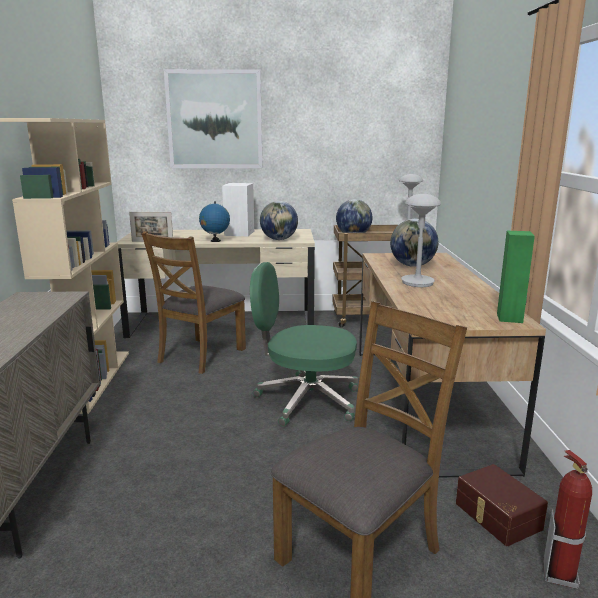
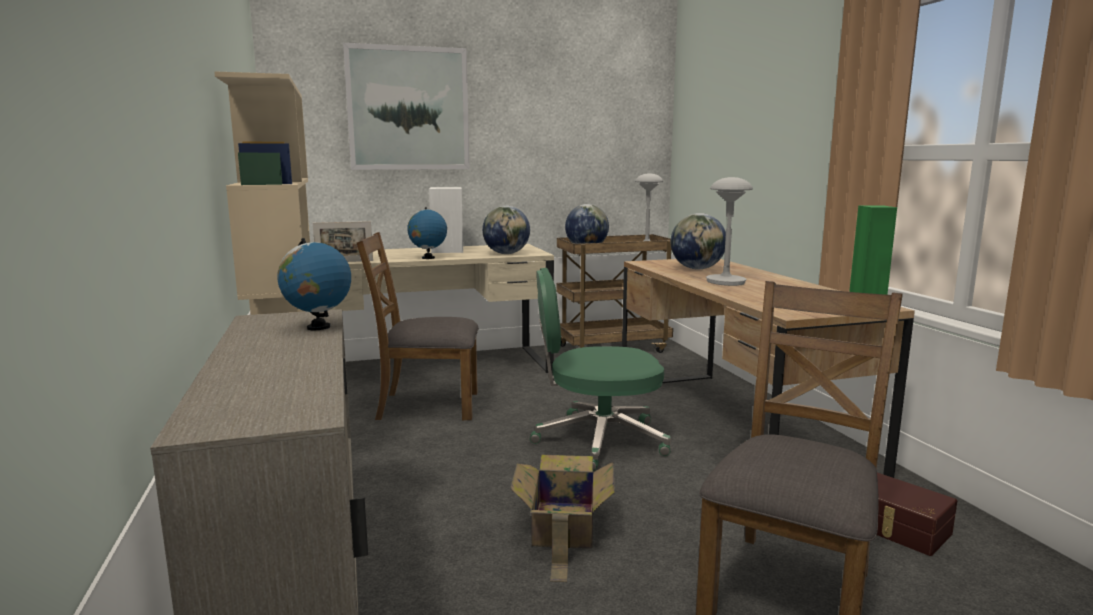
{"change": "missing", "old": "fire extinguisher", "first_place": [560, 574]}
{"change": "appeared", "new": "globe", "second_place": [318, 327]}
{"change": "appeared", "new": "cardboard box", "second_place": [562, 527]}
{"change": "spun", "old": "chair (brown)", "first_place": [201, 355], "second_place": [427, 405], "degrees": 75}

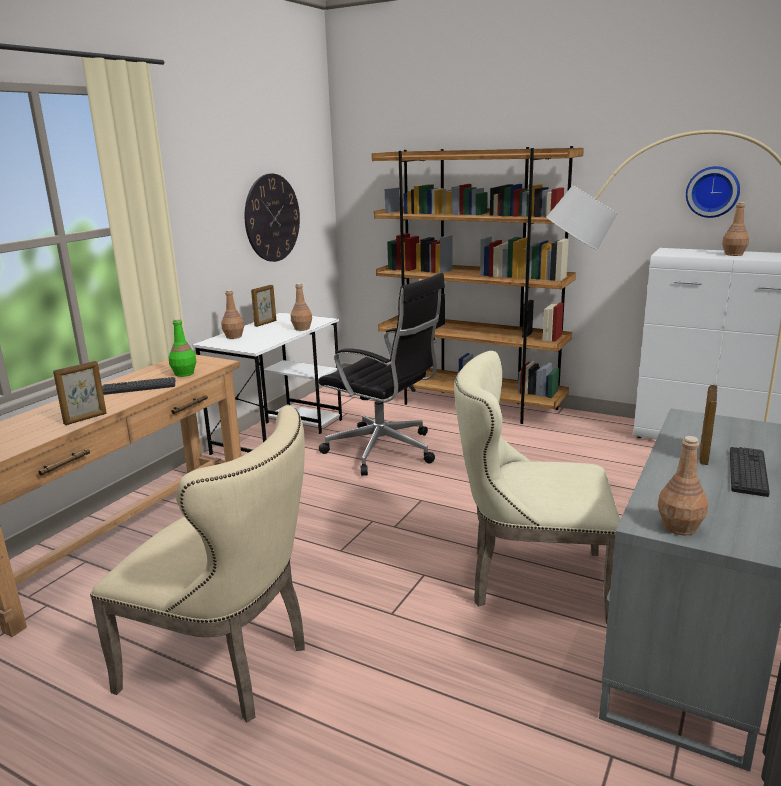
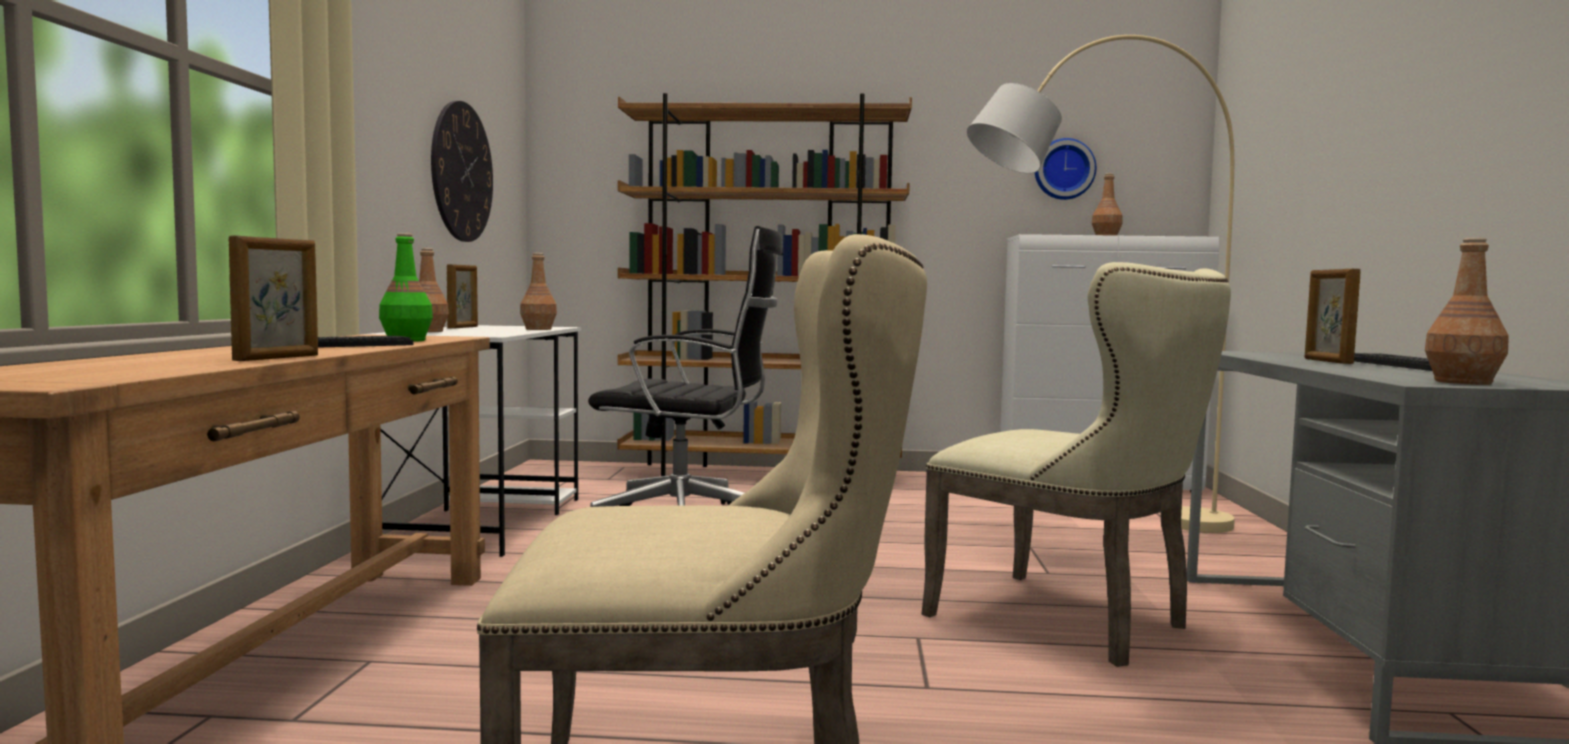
{"change": "spun", "old": "chair (beige)", "first_place": [529, 581], "second_place": [1074, 622], "degrees": -120}

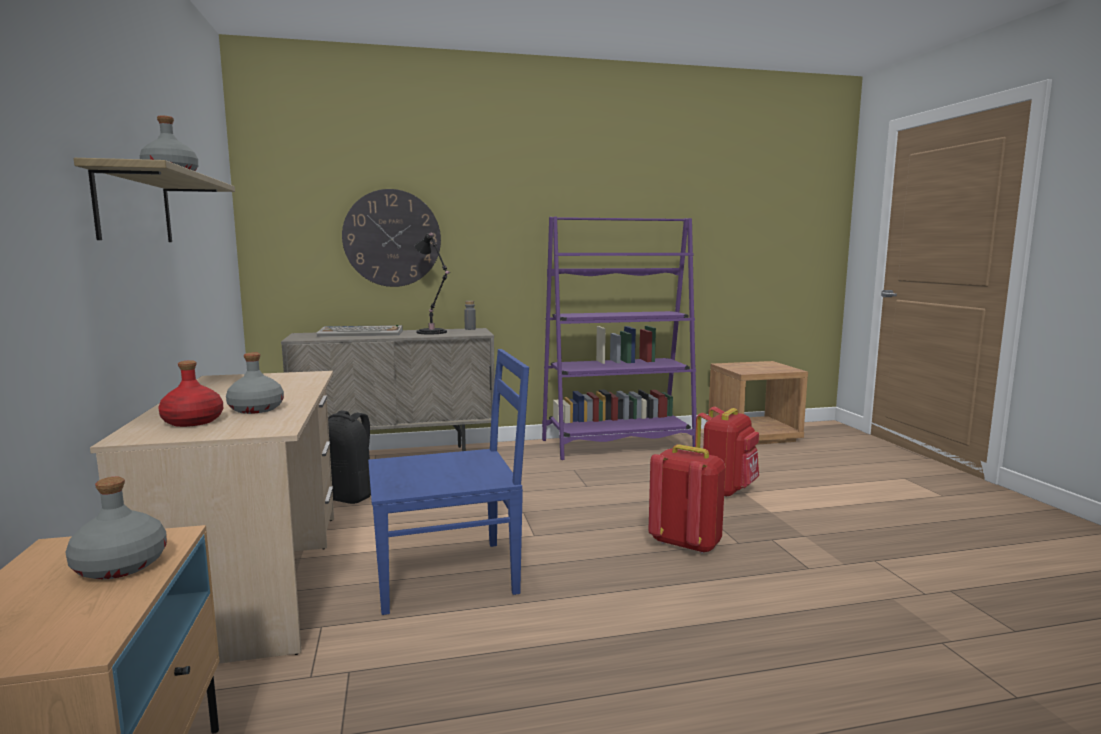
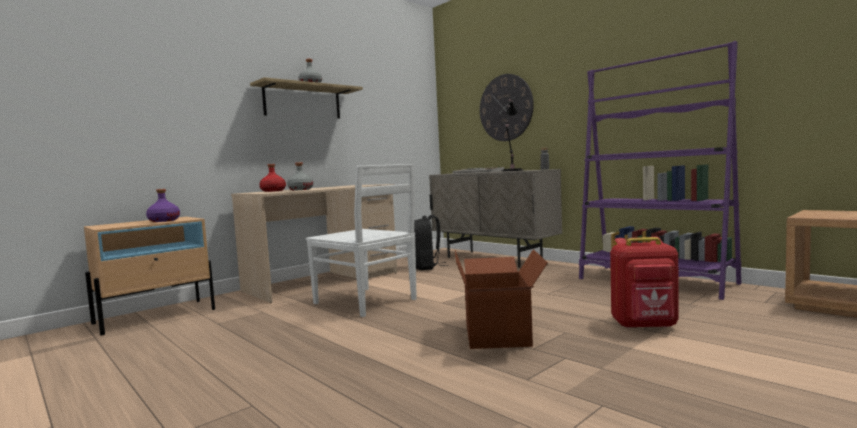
{"change": "exchanged", "old": "backpack (red)", "new": "cardboard box", "first_place": [685, 543], "second_place": [498, 334]}
{"change": "colour", "old": "bottle (grey)", "new": "bottle (purple)", "first_place": [119, 566], "second_place": [163, 221]}
{"change": "colour", "old": "chair (blue)", "new": "chair (white)", "first_place": [449, 575], "second_place": [366, 302]}

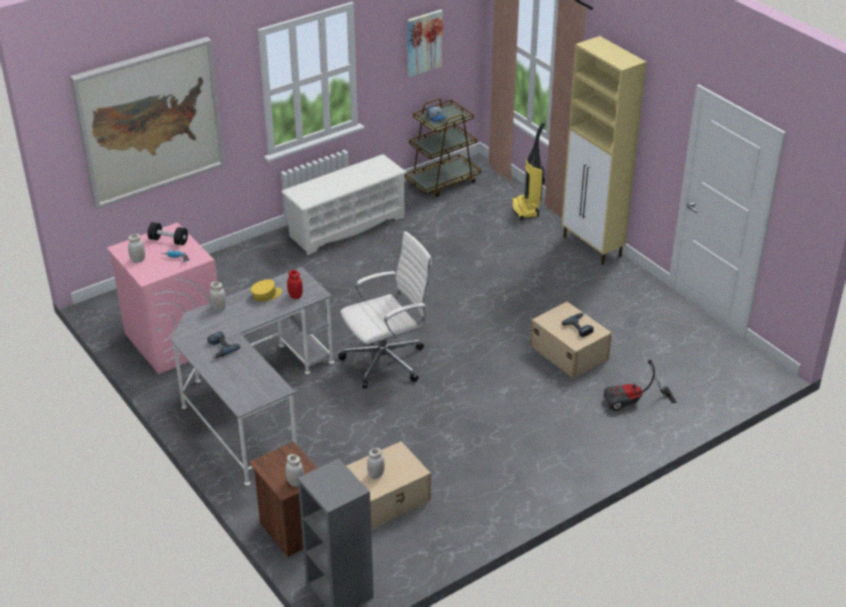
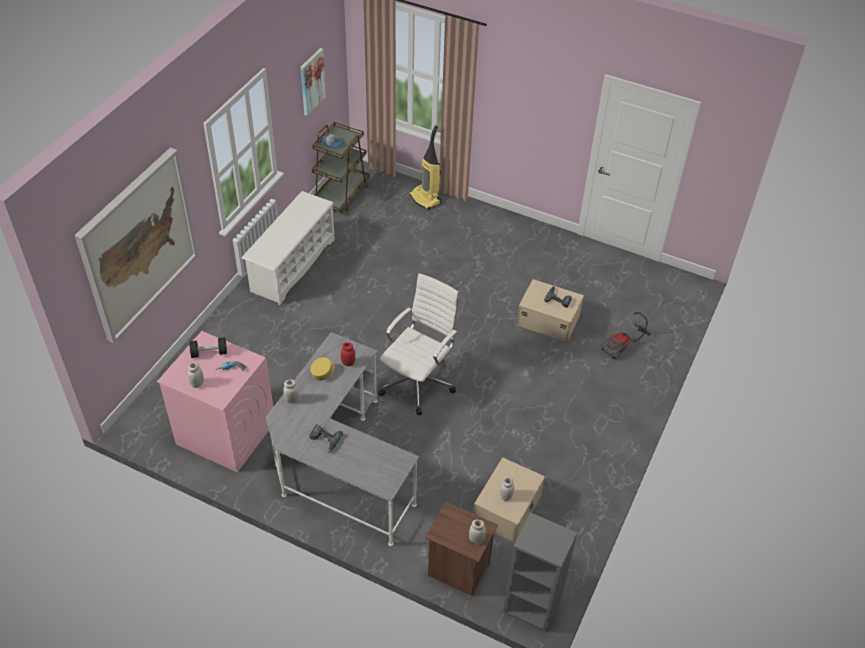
{"change": "missing", "old": "cabinet (beige)", "first_place": [592, 247]}

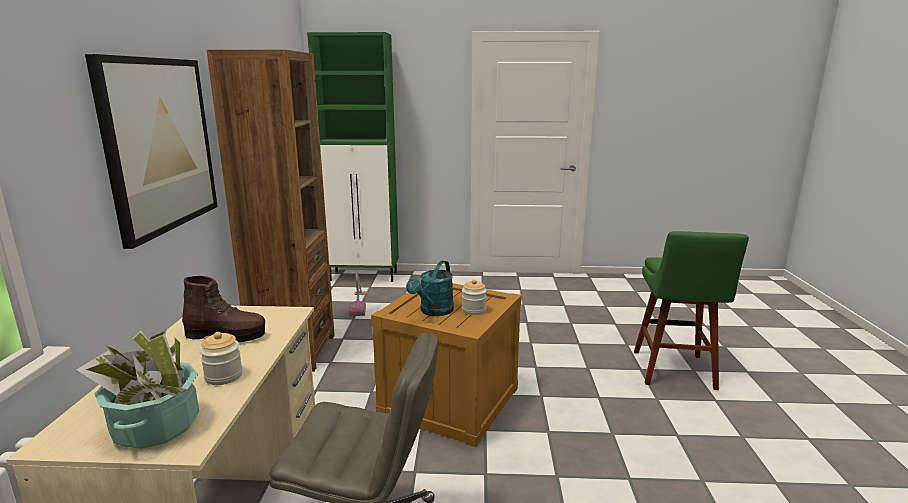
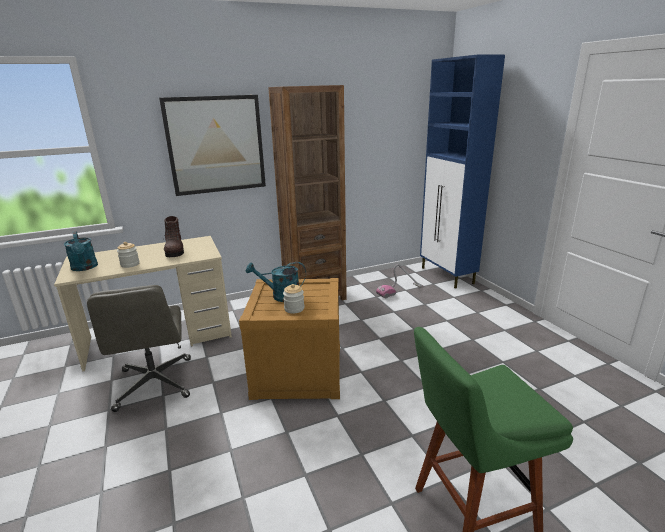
{"change": "exchanged", "old": "potted plant", "new": "watering can (turquoise)", "first_place": [156, 426], "second_place": [85, 268]}
{"change": "colour", "old": "cabinet (green)", "new": "cabinet (blue)", "first_place": [364, 276], "second_place": [447, 276]}

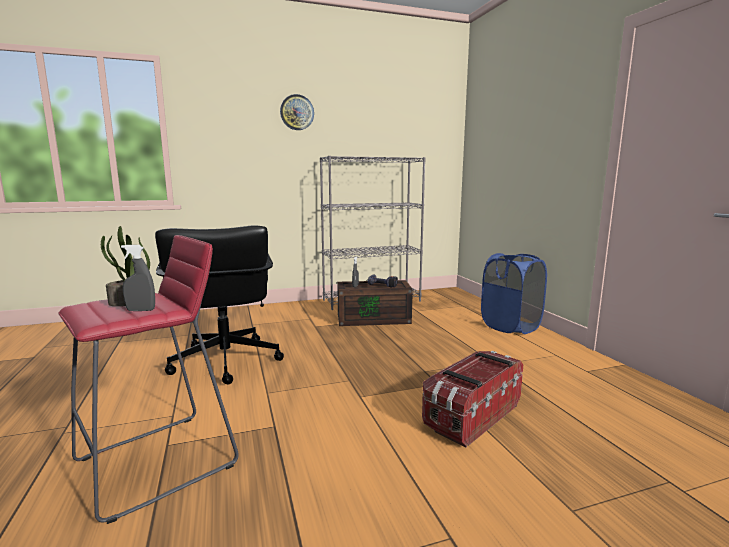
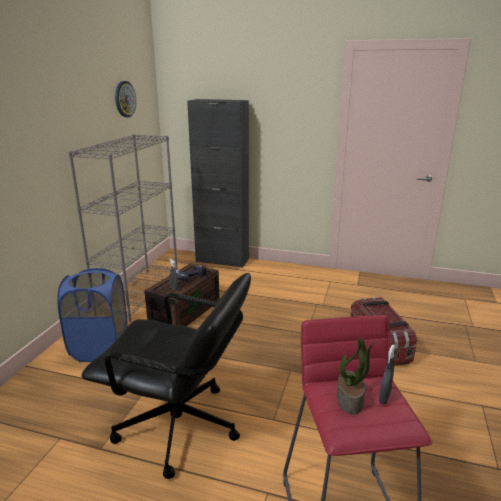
{"change": "appeared", "new": "cabinet (black)", "second_place": [222, 260]}
{"change": "relocated", "old": "wall clock", "first_place": [297, 112], "second_place": [125, 99]}
{"change": "relocated", "old": "laundry basket (blue)", "first_place": [510, 326], "second_place": [100, 348]}

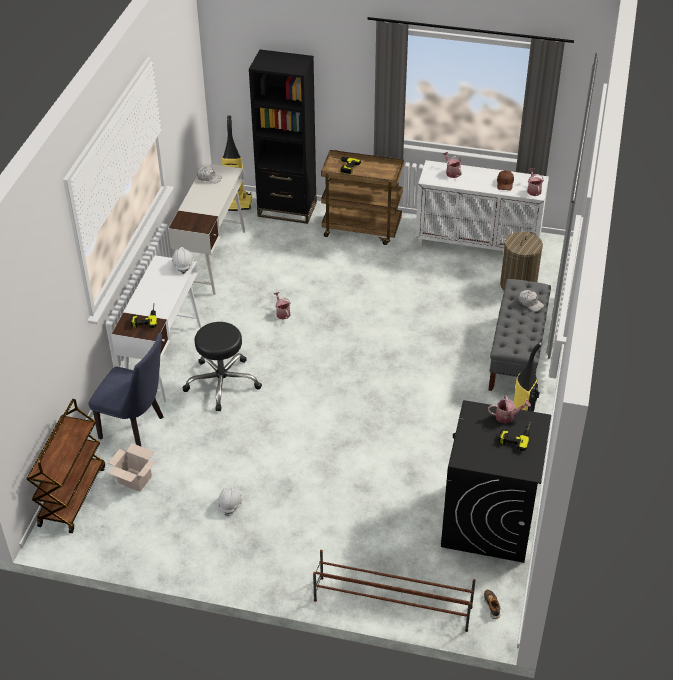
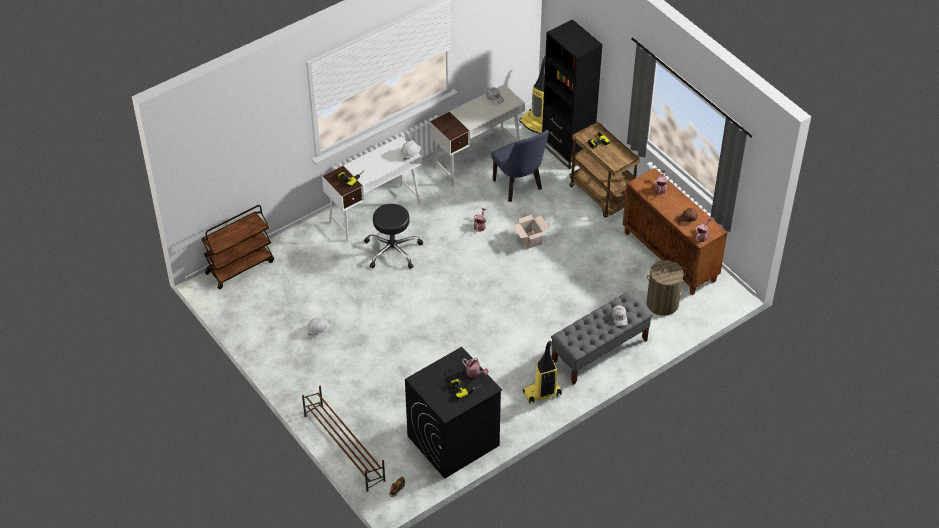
{"change": "relocated", "old": "chair (blue)", "first_place": [136, 429], "second_place": [519, 187]}
{"change": "relocated", "old": "cardboard box", "first_place": [133, 480], "second_place": [529, 239]}
{"change": "colour", "old": "cabinet (white)", "new": "cabinet (brown)", "first_place": [478, 245], "second_place": [670, 257]}

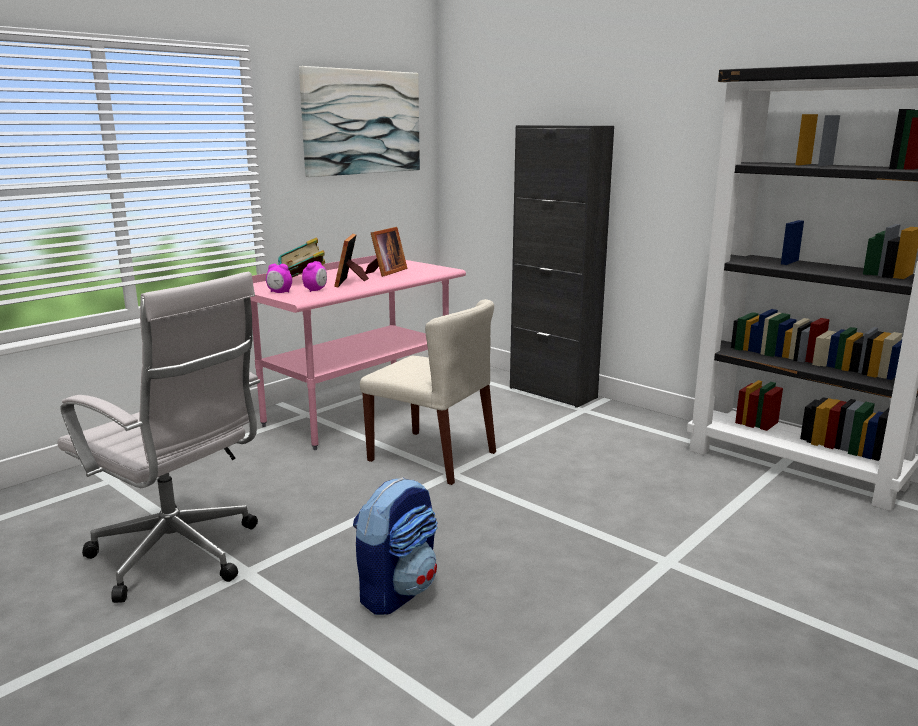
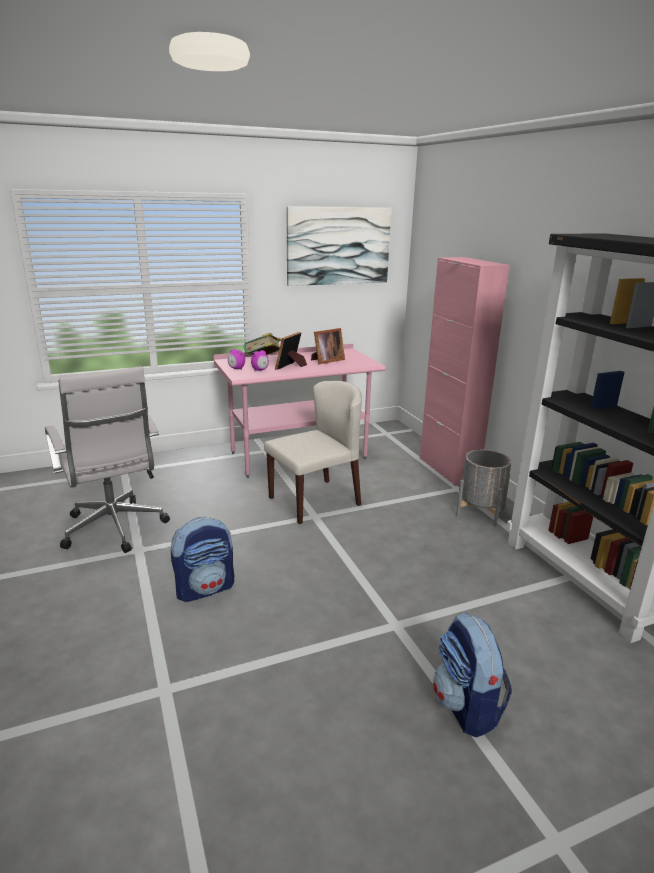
{"change": "appeared", "new": "backpack", "second_place": [467, 707]}
{"change": "appeared", "new": "planter (grey)", "second_place": [480, 512]}
{"change": "colour", "old": "cabinet (black)", "new": "cabinet (pink)", "first_place": [552, 393], "second_place": [448, 469]}
{"change": "spun", "old": "chair (beige)", "first_place": [433, 456], "second_place": [315, 500], "degrees": -90}

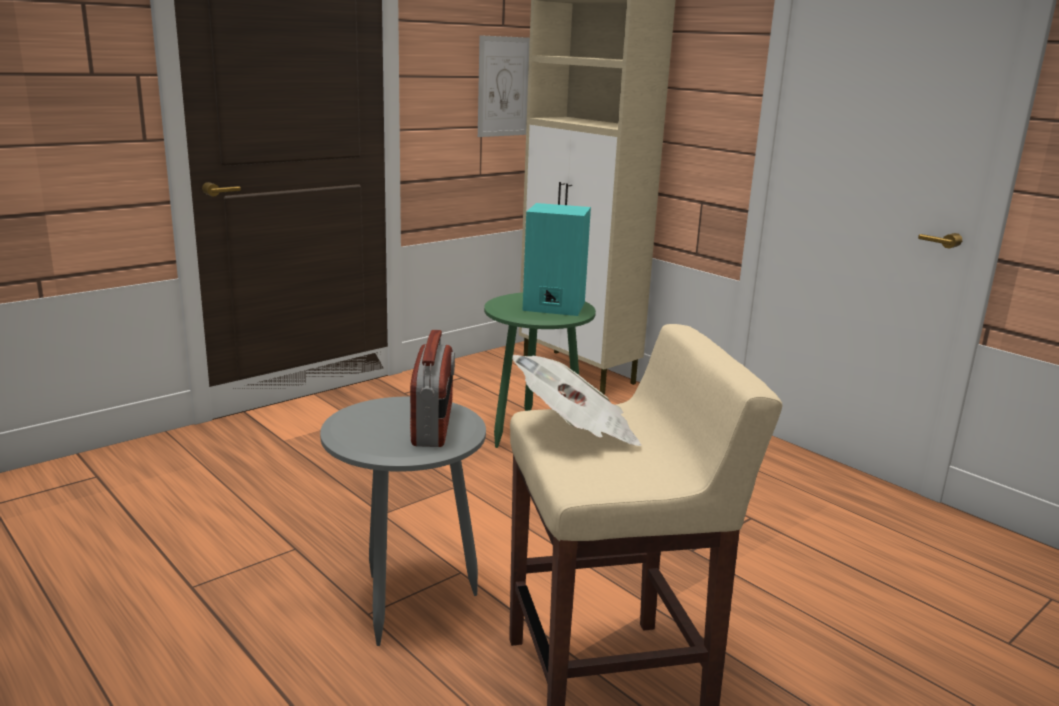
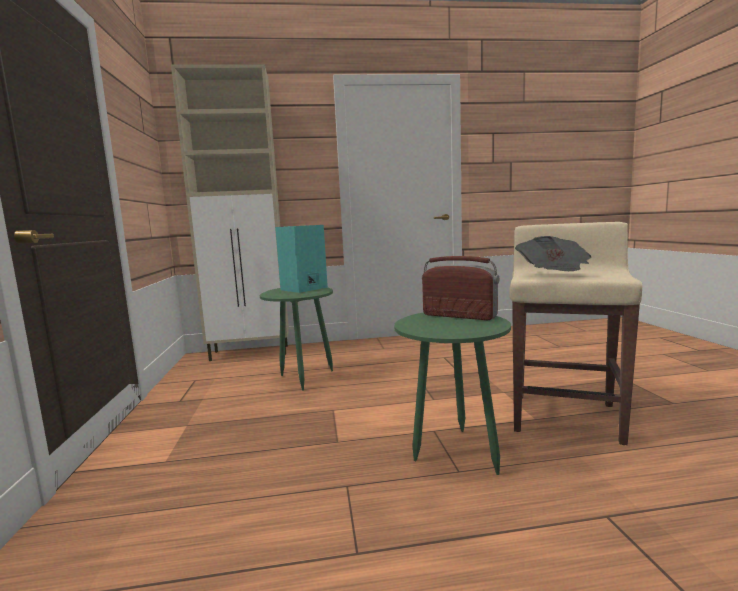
{"change": "missing", "old": "picture", "first_place": [503, 87]}
{"change": "colour", "old": "side table (grey)", "new": "side table (green)", "first_place": [405, 601], "second_place": [453, 454]}

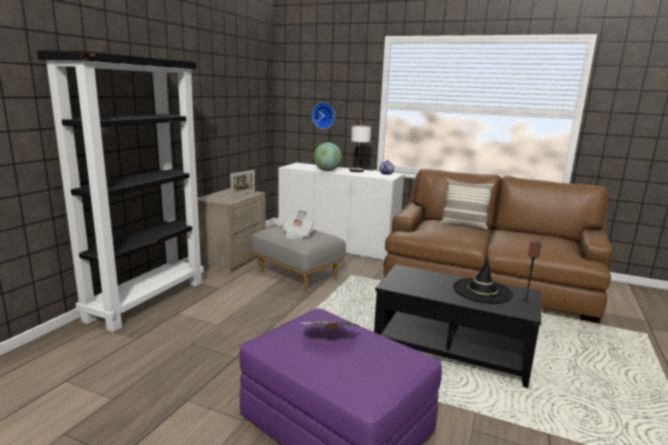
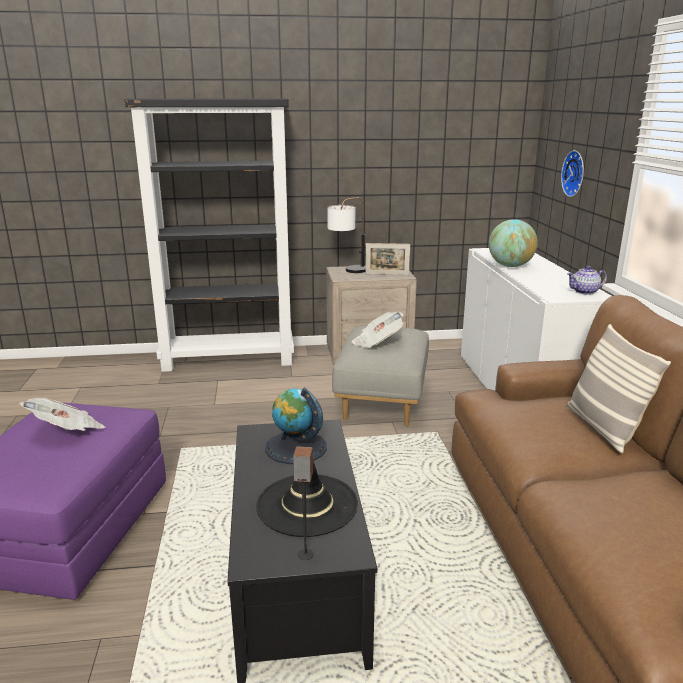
{"change": "appeared", "new": "globe", "second_place": [295, 447]}
{"change": "relocated", "old": "table lamp", "first_place": [357, 172], "second_place": [347, 272]}

